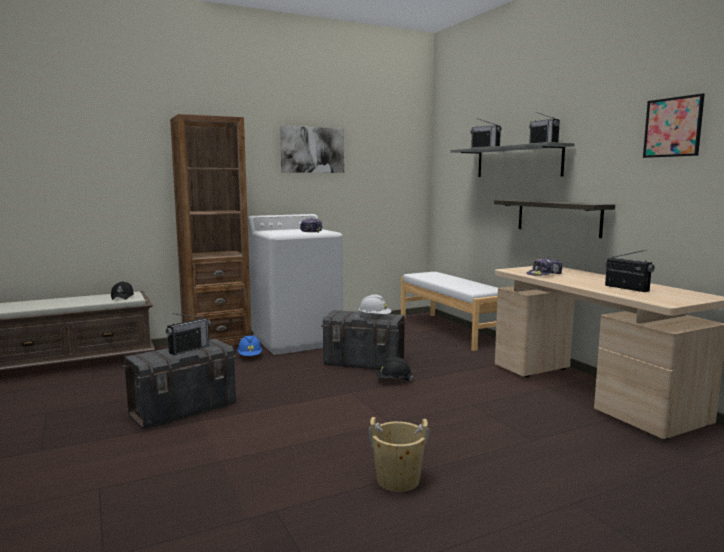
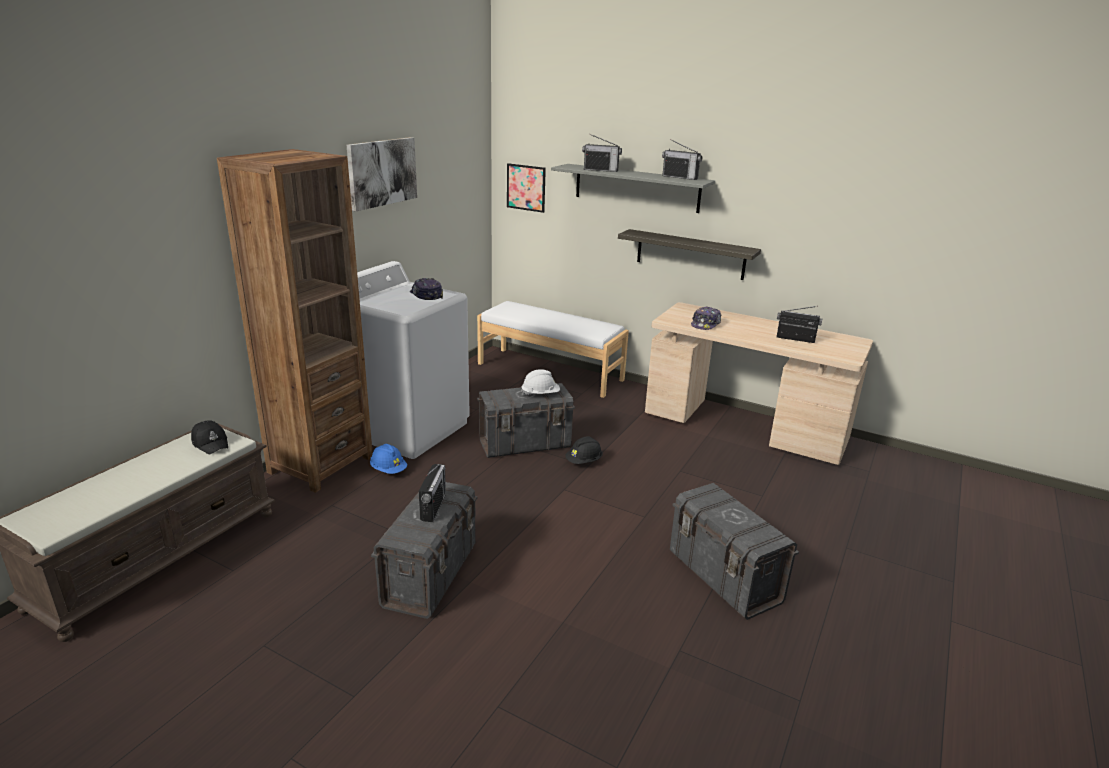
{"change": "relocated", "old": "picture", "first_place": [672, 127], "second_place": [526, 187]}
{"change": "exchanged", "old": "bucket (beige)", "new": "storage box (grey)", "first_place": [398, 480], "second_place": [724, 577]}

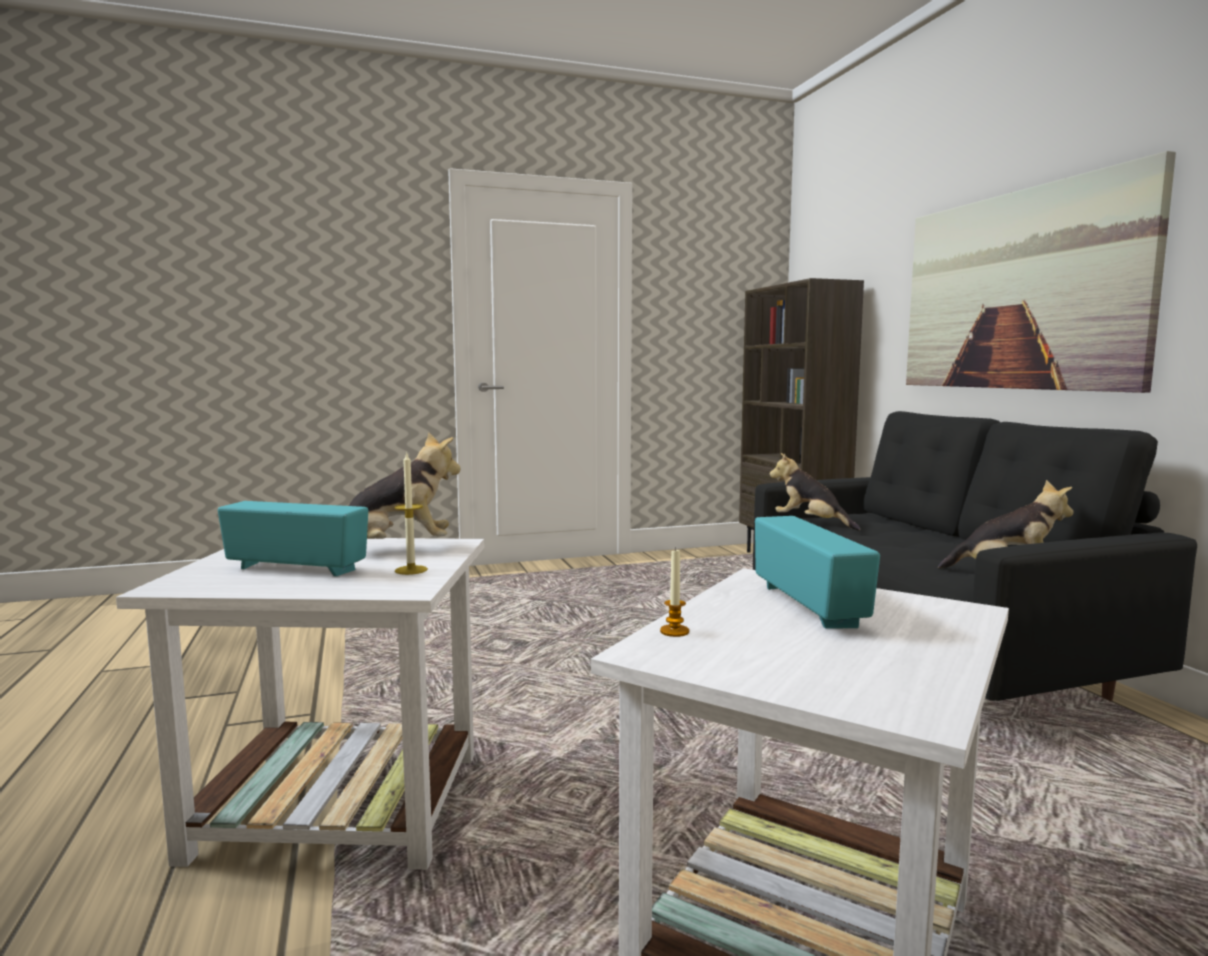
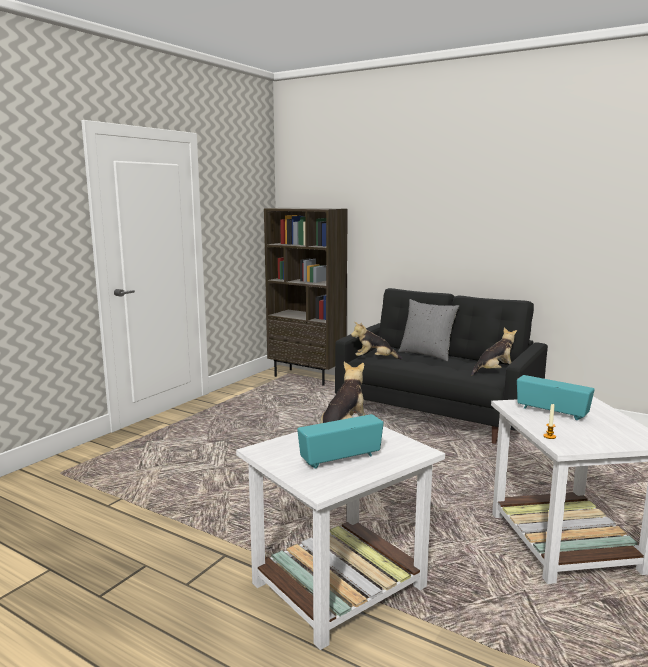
{"change": "missing", "old": "candle", "first_place": [411, 570]}
{"change": "missing", "old": "picture", "first_place": [1018, 291]}
{"change": "appeared", "new": "pillow (grey)", "second_place": [426, 354]}

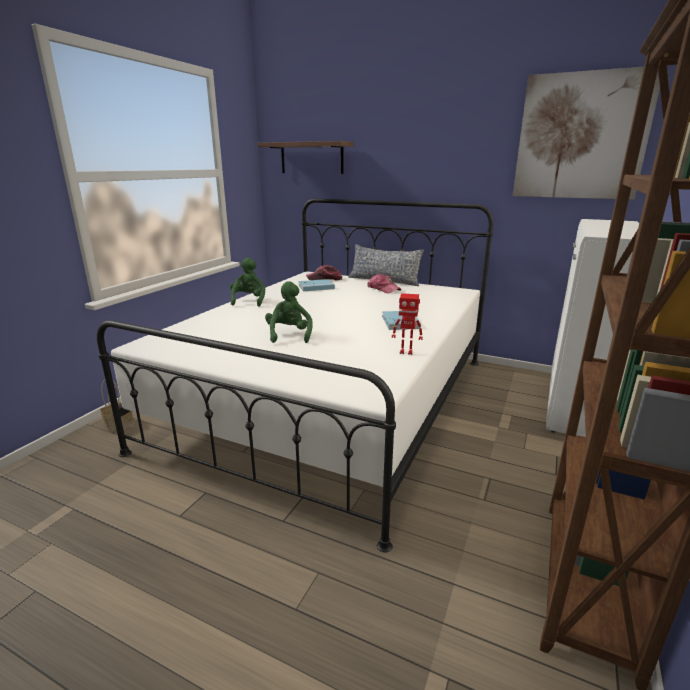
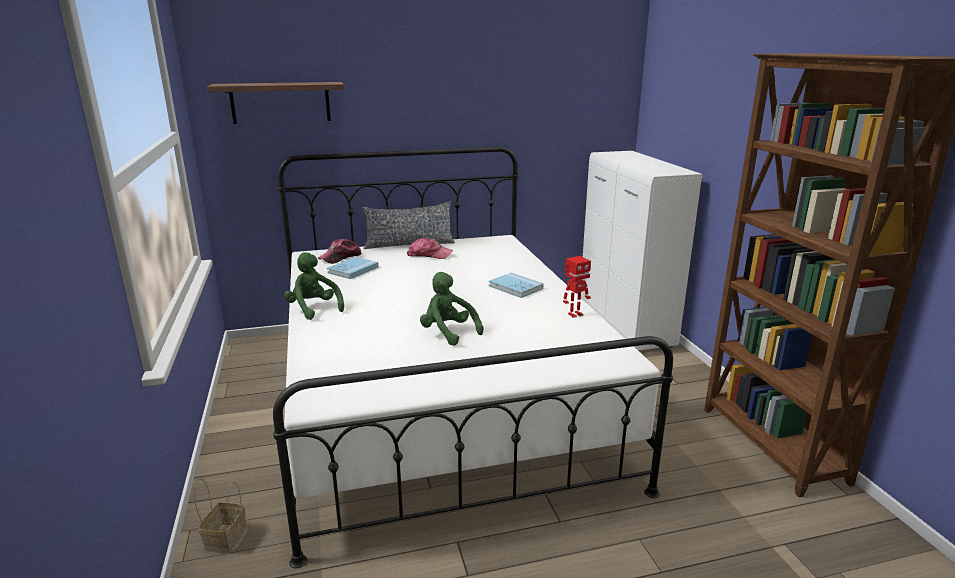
{"change": "missing", "old": "picture", "first_place": [581, 137]}

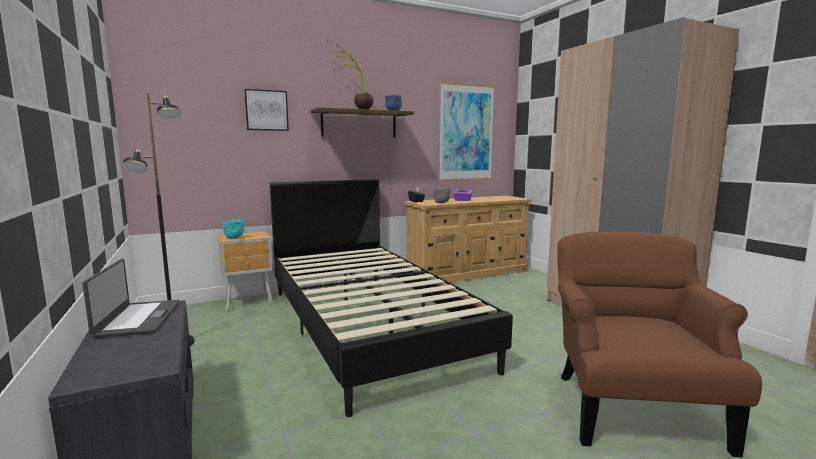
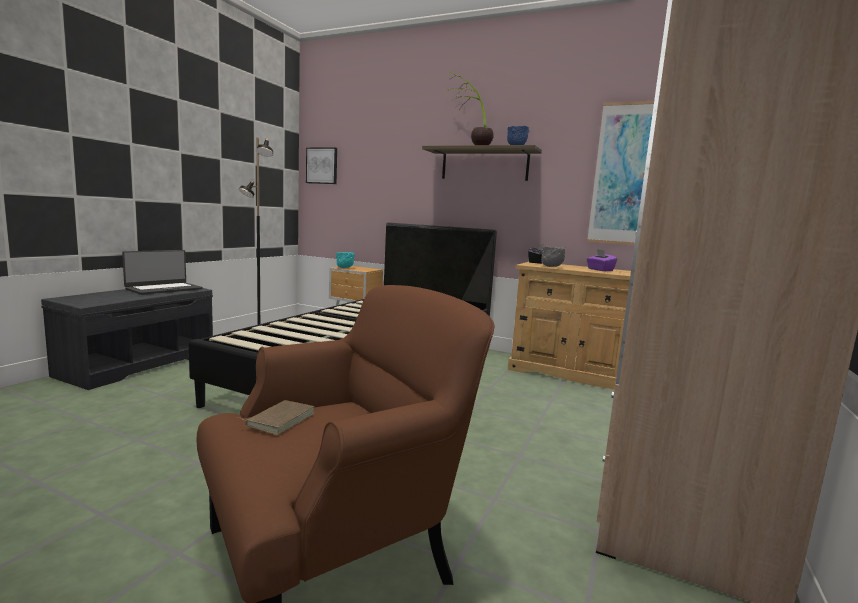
{"change": "appeared", "new": "book (brown)", "second_place": [279, 419]}
{"change": "relocated", "old": "picture", "first_place": [266, 110], "second_place": [322, 166]}

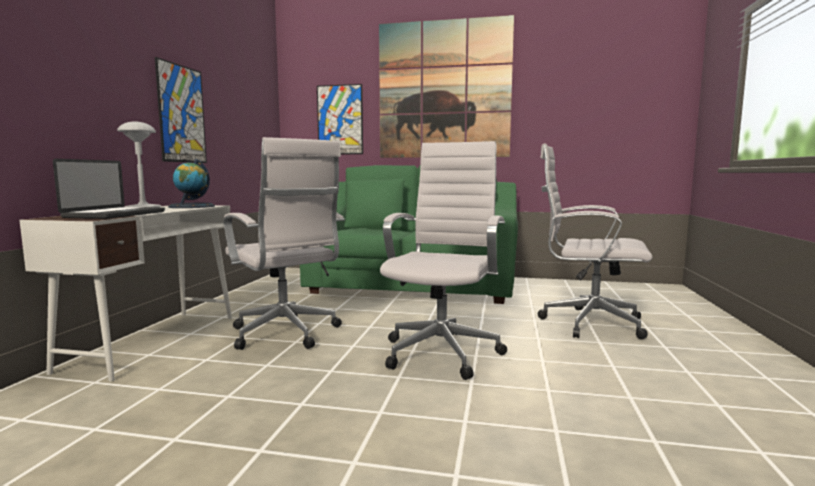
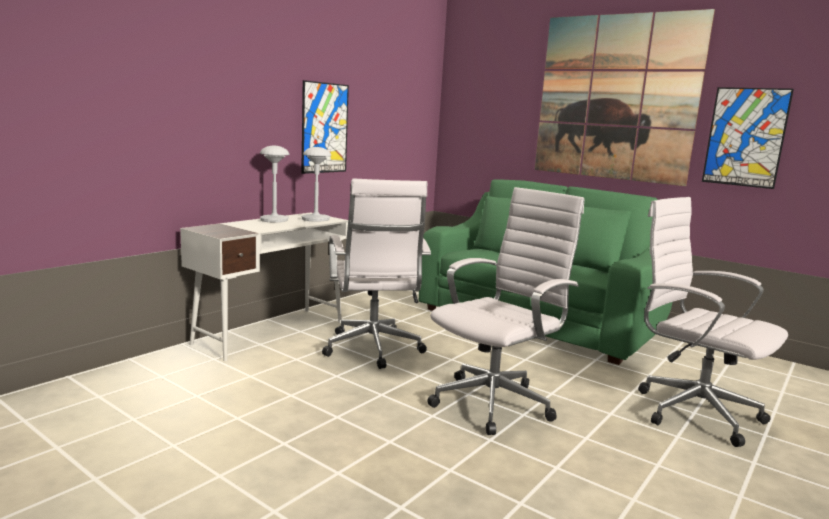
{"change": "missing", "old": "laptop", "first_place": [116, 214]}
{"change": "relocated", "old": "picture", "first_place": [340, 120], "second_place": [745, 137]}
{"change": "exchanged", "old": "globe", "new": "table lamp (grey)", "first_place": [192, 206], "second_place": [315, 219]}

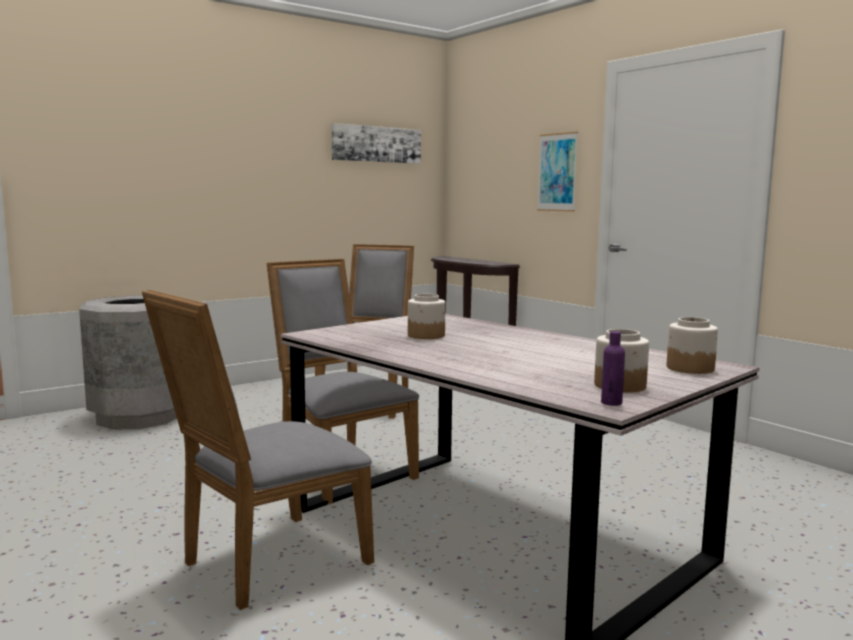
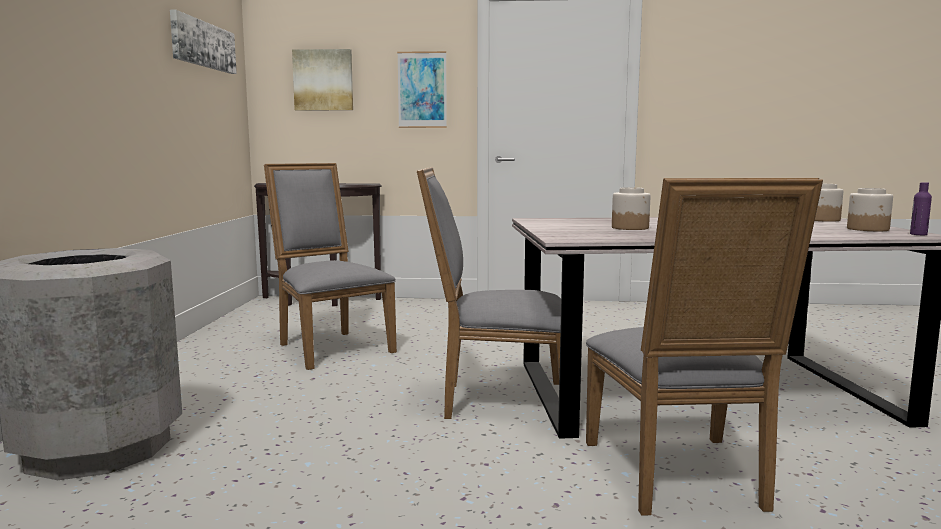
{"change": "appeared", "new": "picture", "second_place": [323, 80]}

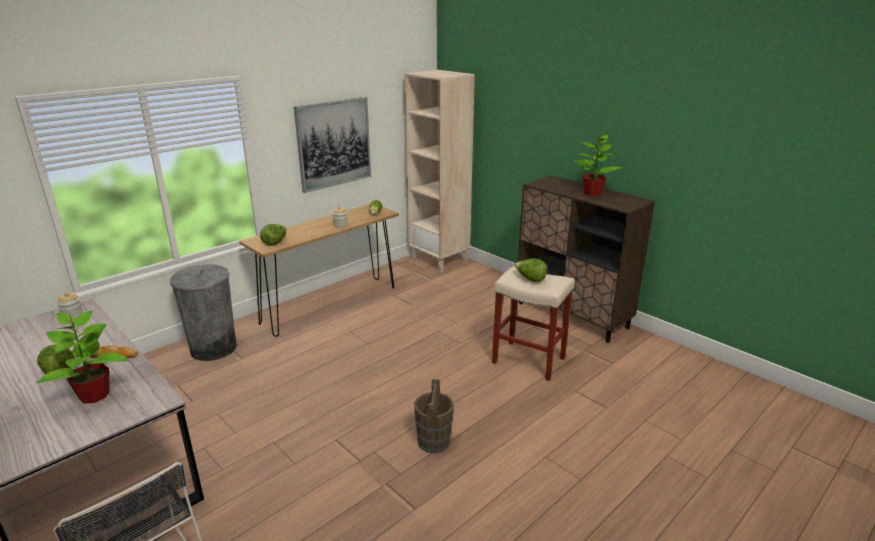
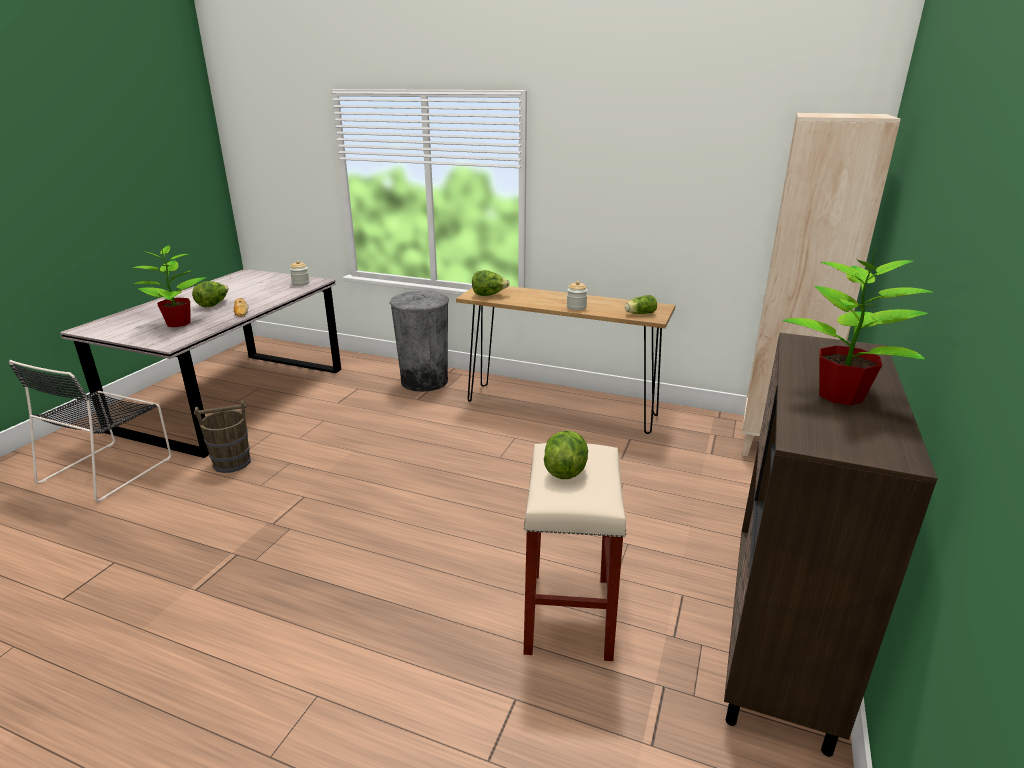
{"change": "missing", "old": "picture", "first_place": [334, 143]}
{"change": "relocated", "old": "bucket (brown)", "first_place": [434, 441], "second_place": [232, 463]}

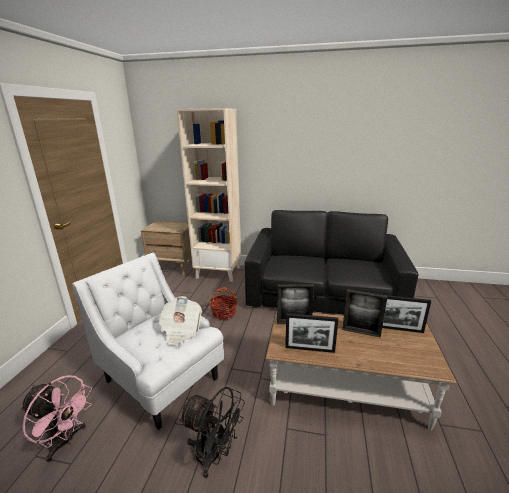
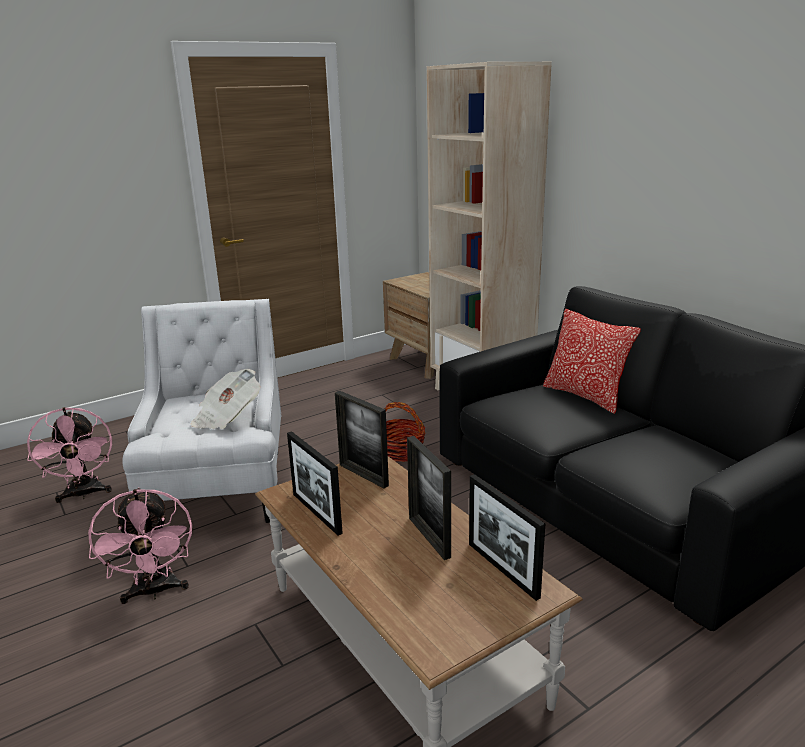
{"change": "appeared", "new": "pillow", "second_place": [585, 396]}
{"change": "colour", "old": "fan (black)", "new": "fan (pink)", "first_place": [214, 456], "second_place": [155, 591]}

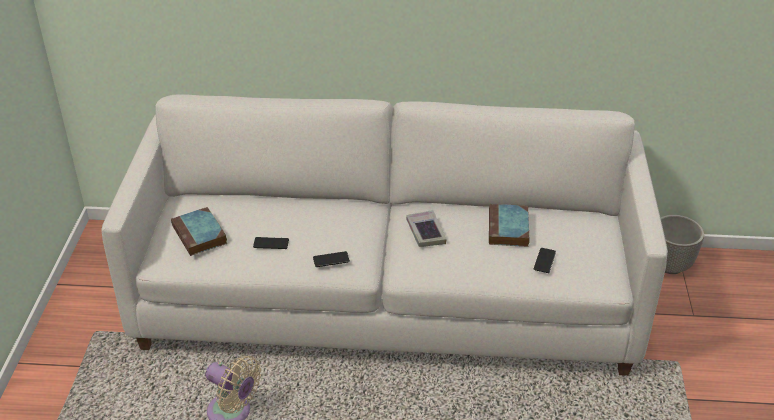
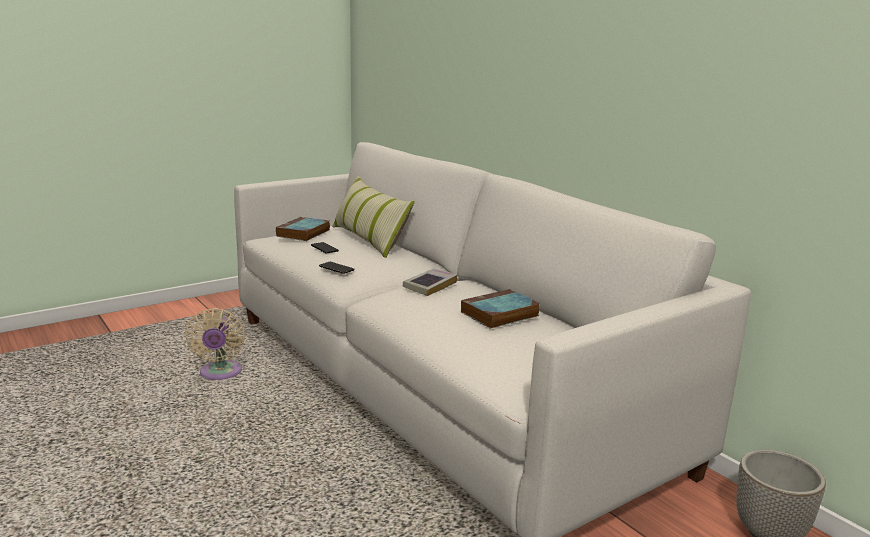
{"change": "missing", "old": "phone", "first_place": [544, 261]}
{"change": "appeared", "new": "pillow", "second_place": [369, 240]}

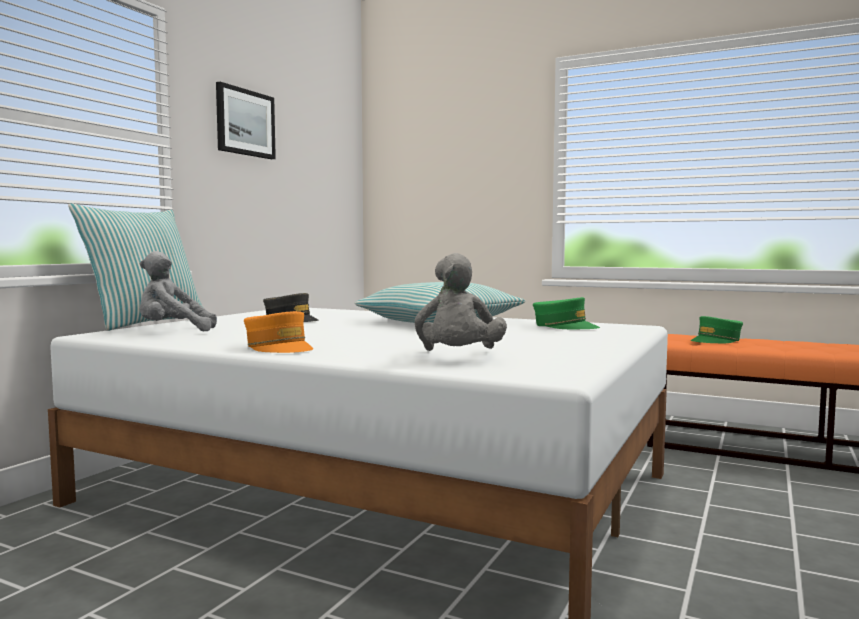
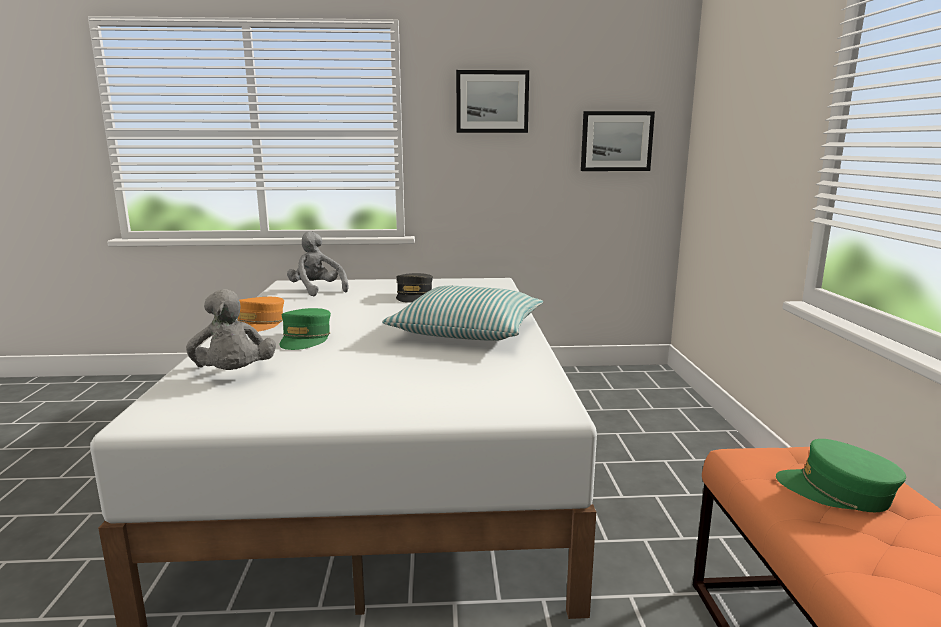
{"change": "missing", "old": "pillow", "first_place": [145, 323]}
{"change": "appeared", "new": "picture", "second_place": [616, 141]}
{"change": "relocated", "old": "cap (green)", "first_place": [564, 326], "second_place": [305, 339]}
{"change": "spun", "old": "plush toy (grey)", "first_place": [458, 358], "second_place": [234, 375], "degrees": -90}

